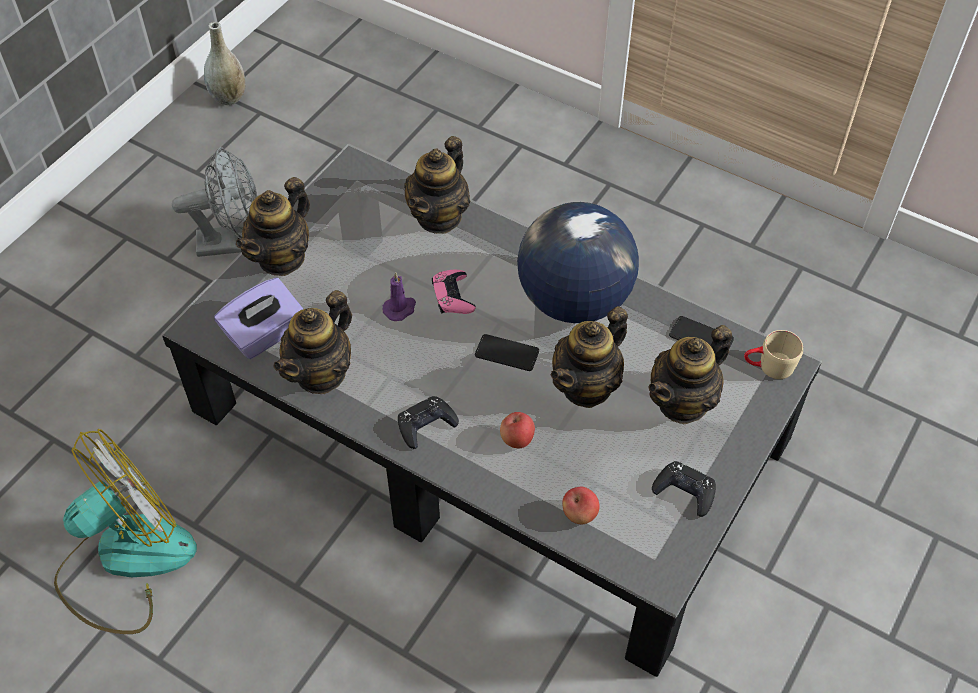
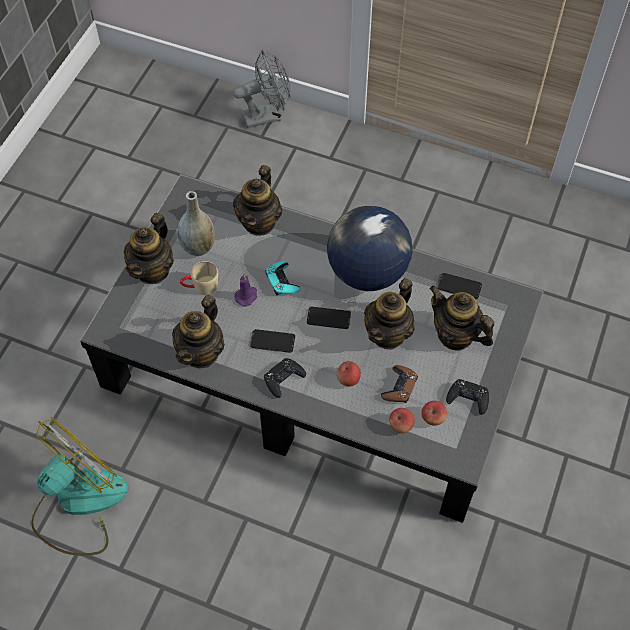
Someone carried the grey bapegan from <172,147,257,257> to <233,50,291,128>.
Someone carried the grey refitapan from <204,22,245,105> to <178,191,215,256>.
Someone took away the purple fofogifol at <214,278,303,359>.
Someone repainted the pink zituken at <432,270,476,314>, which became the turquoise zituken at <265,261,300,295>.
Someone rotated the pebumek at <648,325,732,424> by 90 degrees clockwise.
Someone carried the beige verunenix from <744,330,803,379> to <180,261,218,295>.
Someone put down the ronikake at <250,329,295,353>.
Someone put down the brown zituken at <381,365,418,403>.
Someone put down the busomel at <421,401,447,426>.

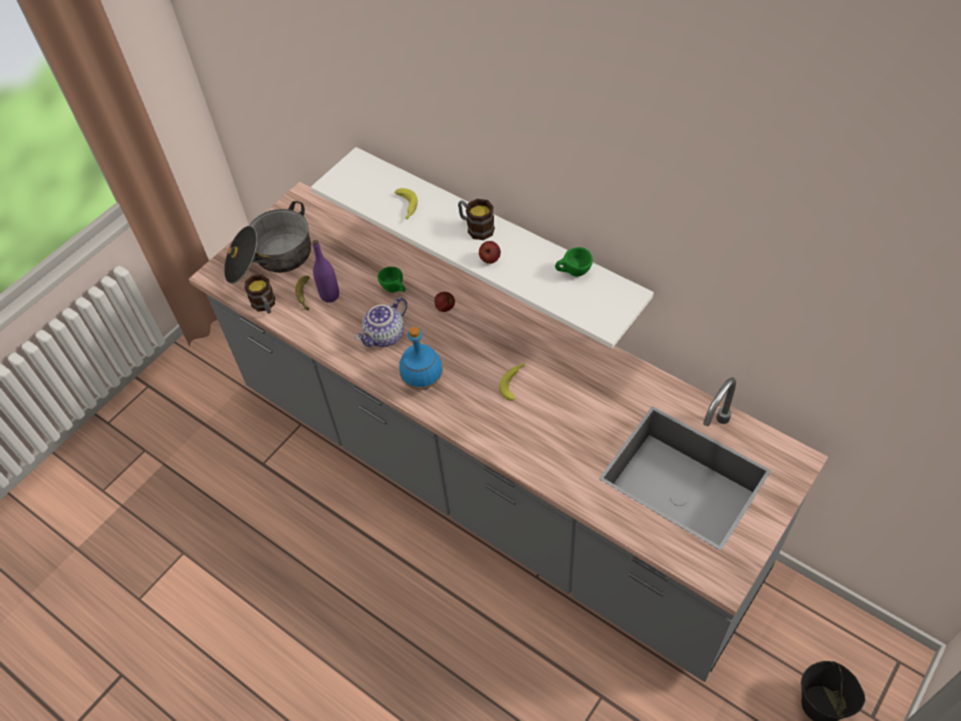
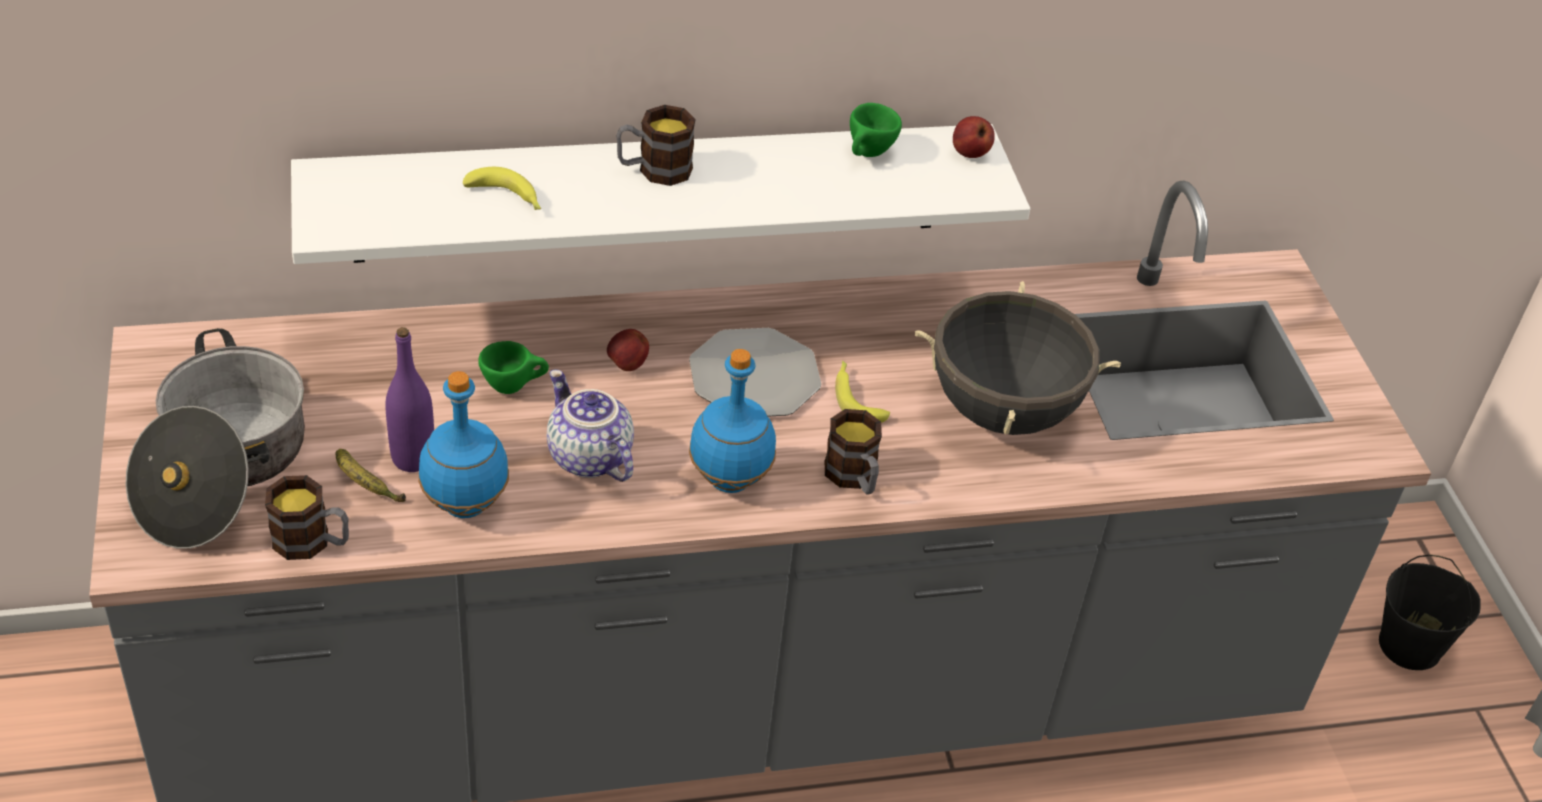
Someone rotated the pebumek at <355,297,407,347> by 150 degrees clockwise.
Someone carried the busomel from <479,241,501,264> to <953,116,995,158>.
Someone put down the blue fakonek at <419,371,509,518>.
Someone put down the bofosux at <689,328,821,417>.
Someone put down the verunenix at <825,409,882,495>.
Someone put down the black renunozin at <915,281,1121,435>.

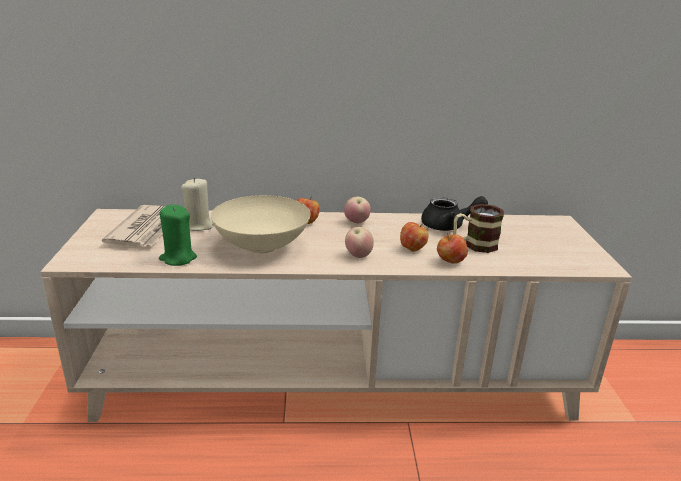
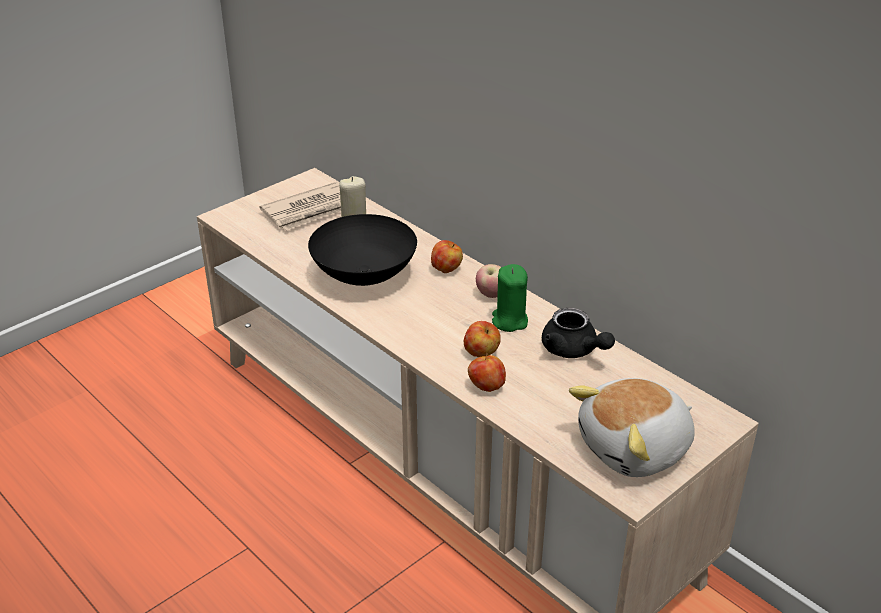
Someone carried the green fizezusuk from <159,204,197,266> to <492,264,528,332>.
Someone repainted the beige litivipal at <211,195,310,253>, which became the black litivipal at <308,214,417,286>.
Someone took away the busomel at <345,227,374,258>.
Someone took away the verunenix at <453,204,504,253>.
Someone put down the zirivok at <569,378,695,477>.

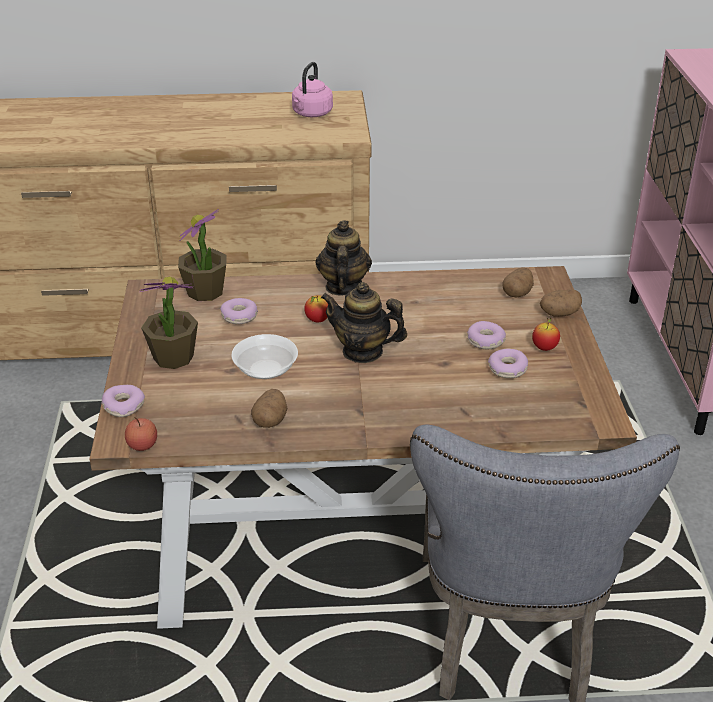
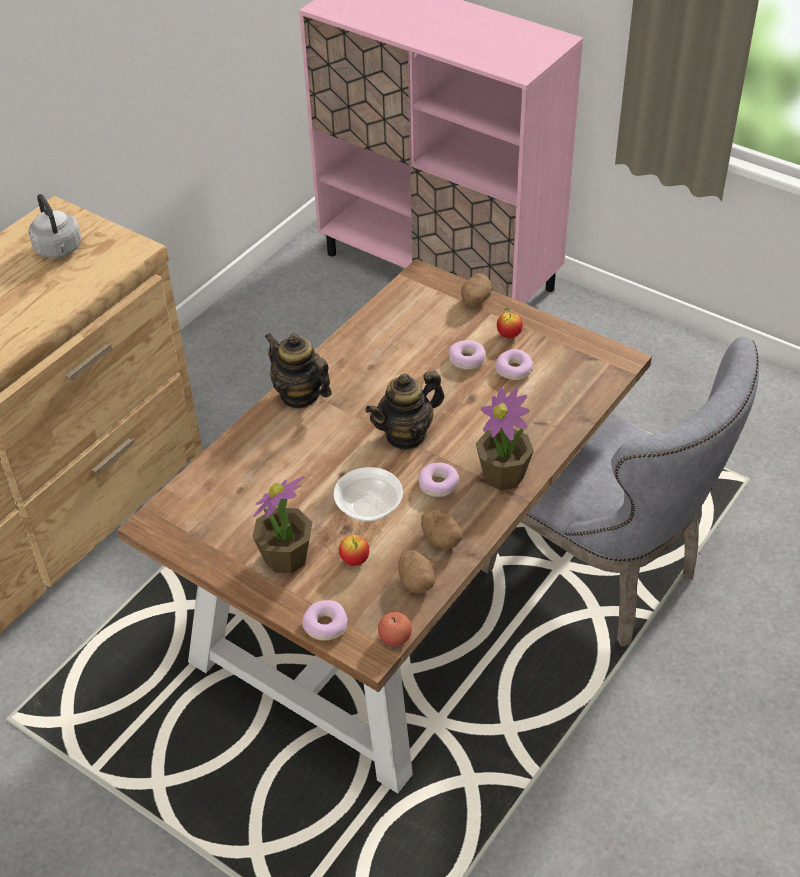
Someone carried the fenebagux from <178,209,226,301> to <476,387,534,490>.
Someone carried the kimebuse from <220,298,258,324> to <418,463,459,497>.
Someone repainted the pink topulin at <292,62,333,117>, which became the grey topulin at <29,194,81,258>.
Someone carried the busomel from <304,295,328,322> to <339,535,369,566>.
Someone carried the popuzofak from <502,267,534,298> to <398,550,435,594>.

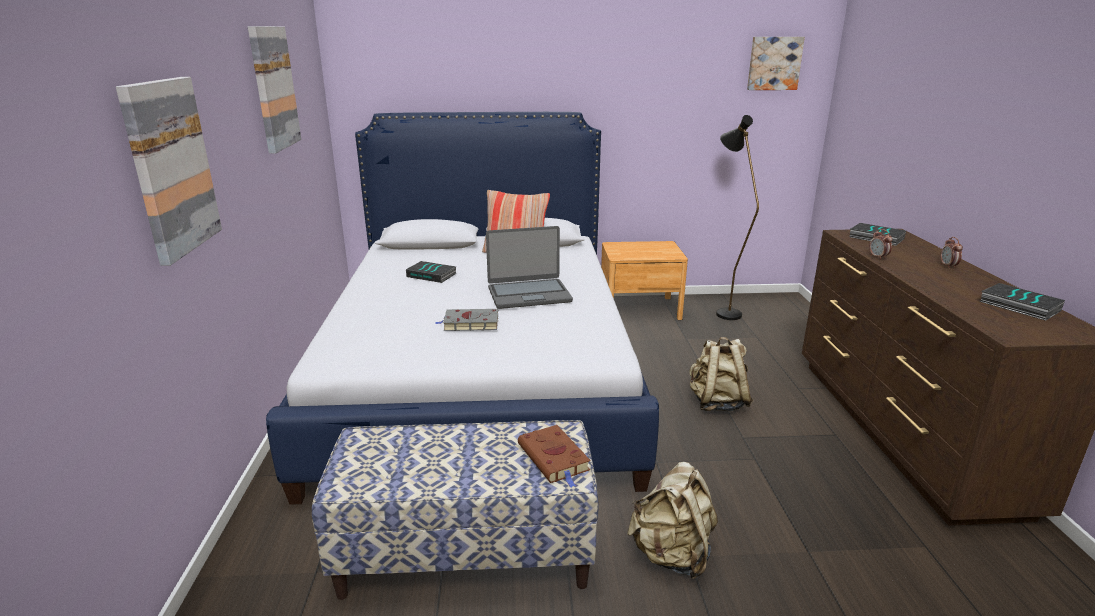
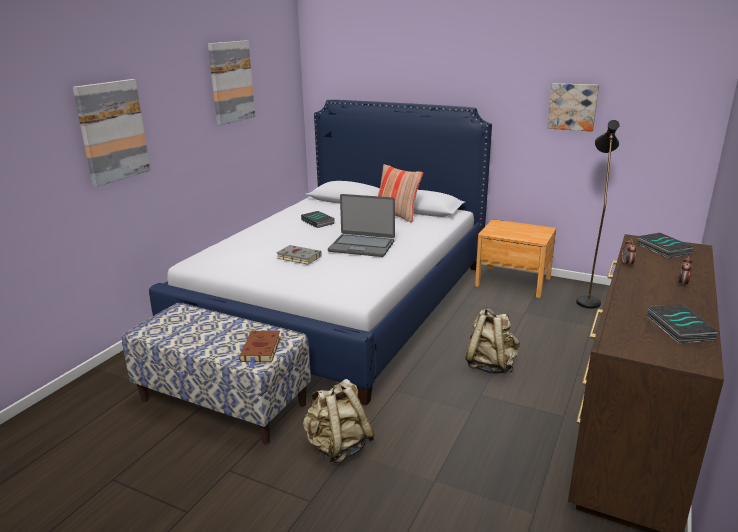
Someone carried the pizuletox from <747,37,805,90> to <547,83,599,132>.

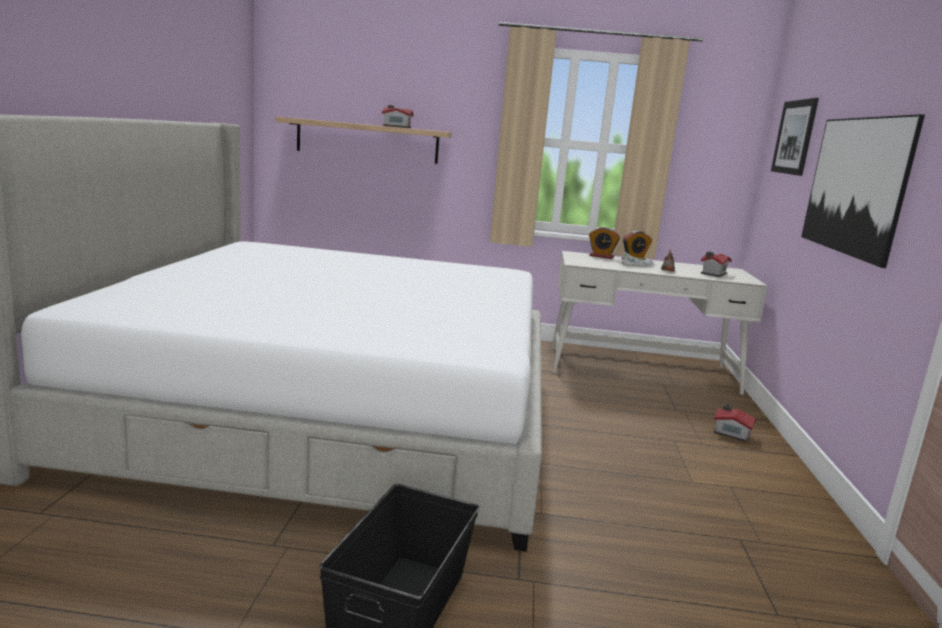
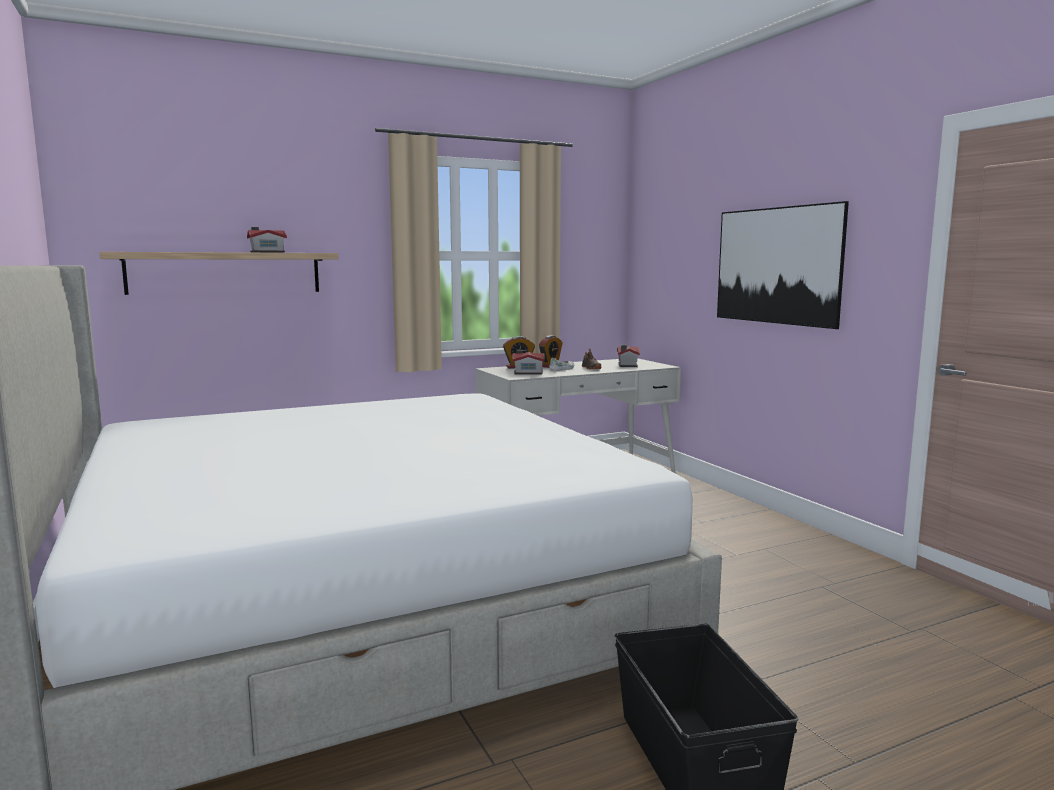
Someone carried the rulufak from <714,404,757,442> to <512,349,545,374>.
Someone took away the pizuletox at <771,98,819,176>.

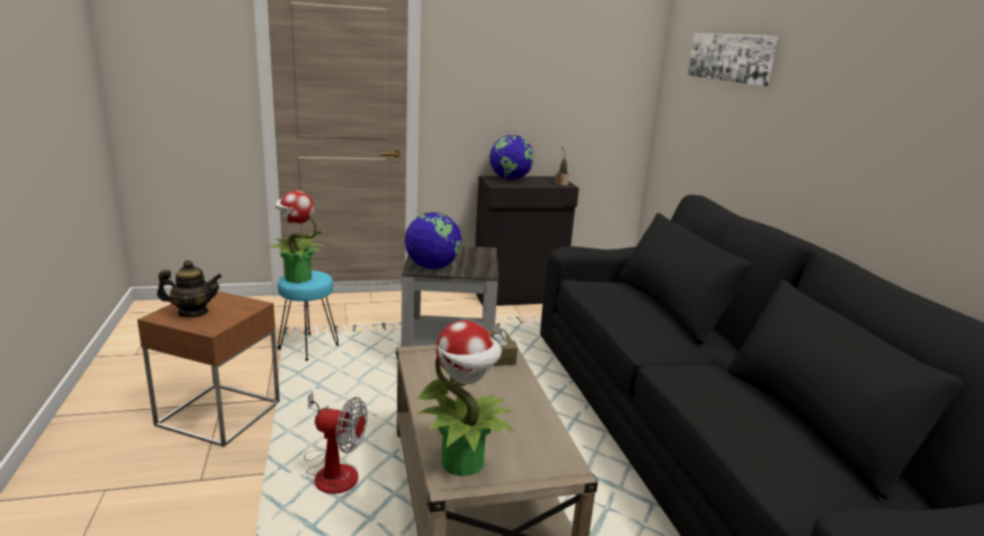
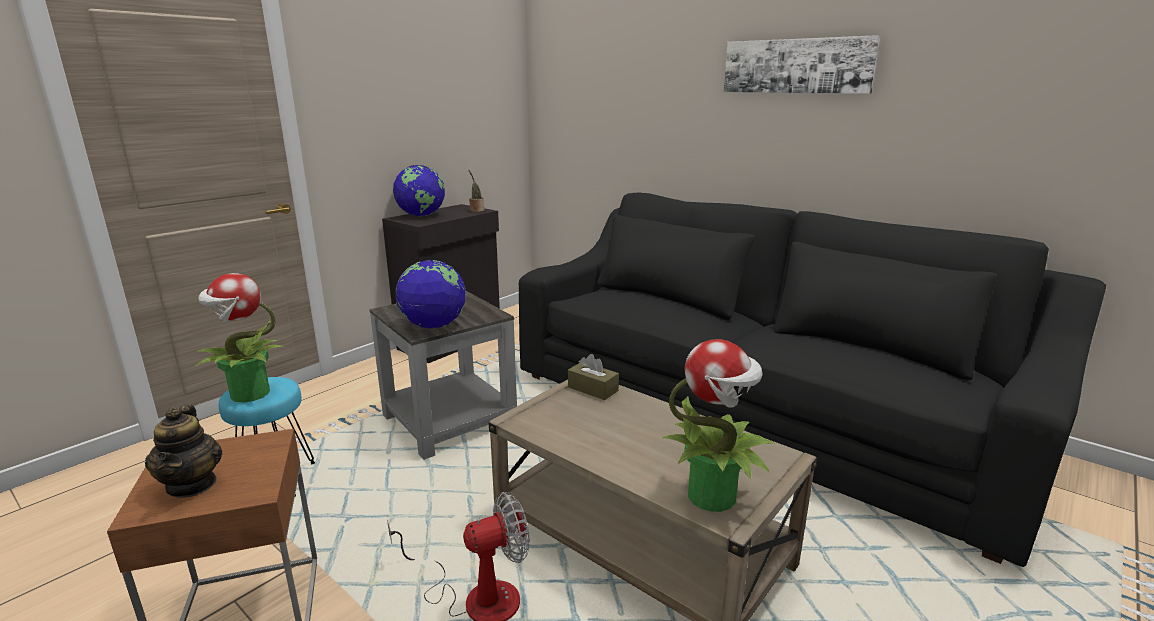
Someone rotated the pebumek at <157,260,222,317> by 120 degrees clockwise.
Someone carried the pizuletox from <688,33,778,86> to <724,35,881,94>.

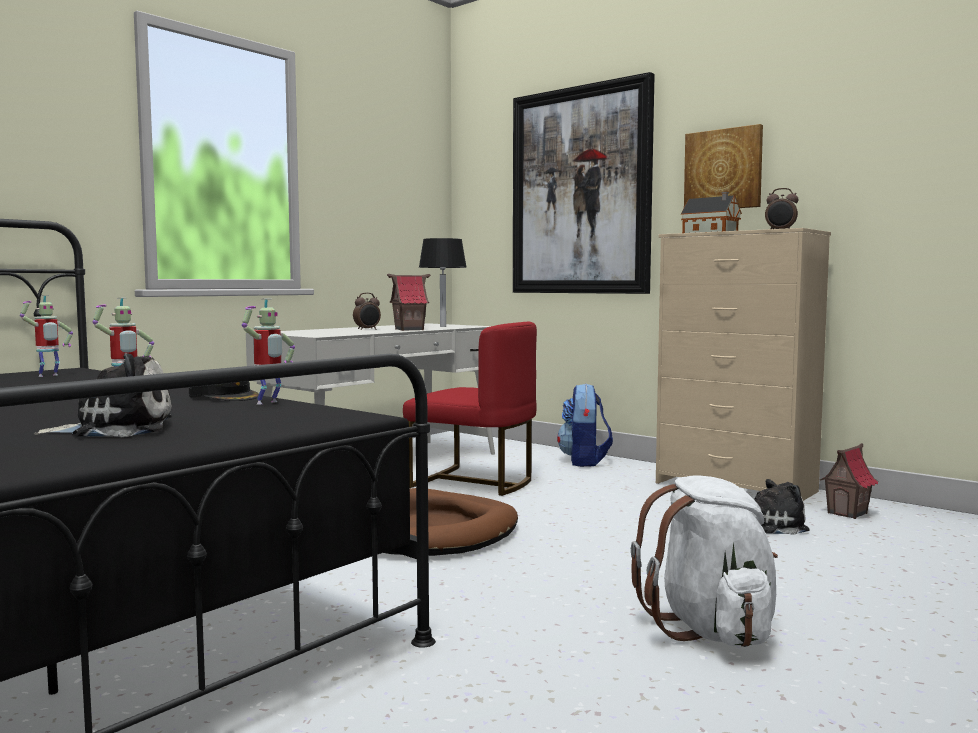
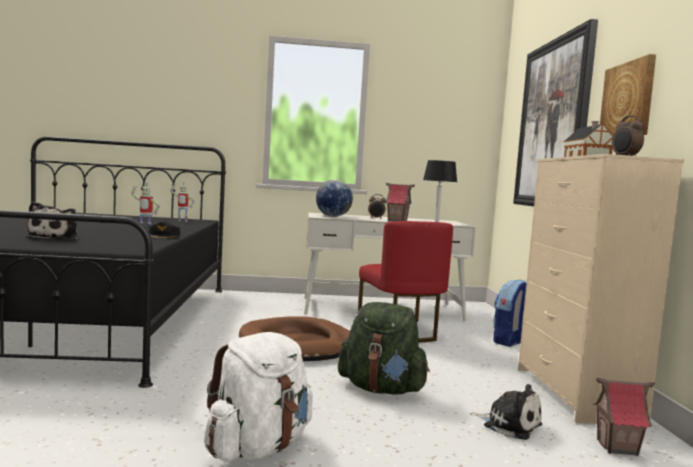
Someone rotated the zirivok at <34,353,173,437> by 60 degrees clockwise.
Someone took away the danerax at <242,299,295,405>.
Someone put down the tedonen at <316,180,353,217>.
Someone put down the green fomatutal at <338,302,430,395>.

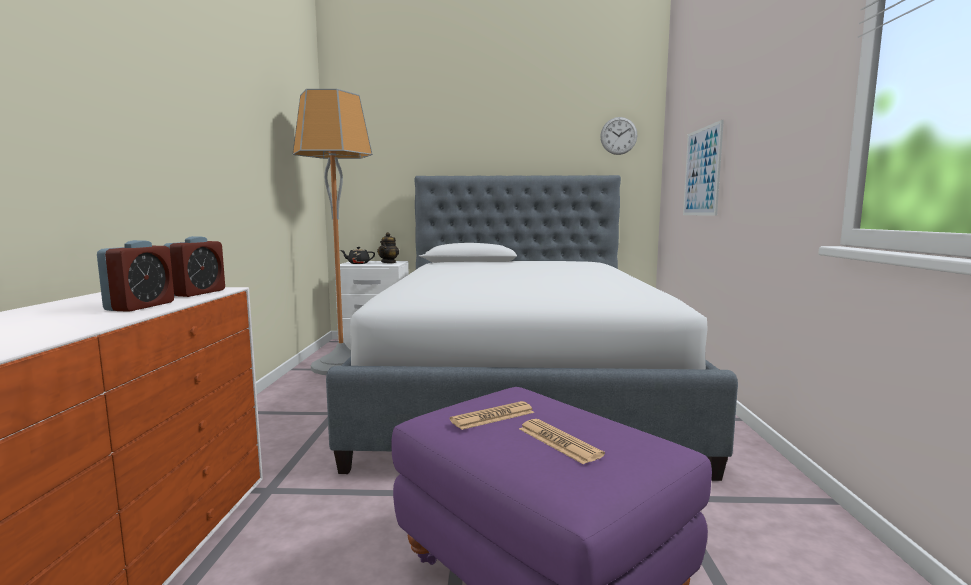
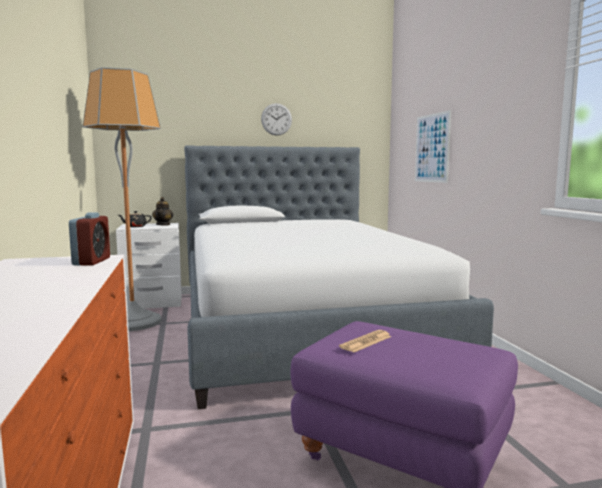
Someone took away the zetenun at <97,240,174,312>.
Someone took away the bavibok at <519,419,605,465>.
Someone carried the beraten from <600,117,637,155> to <261,103,292,136>.

